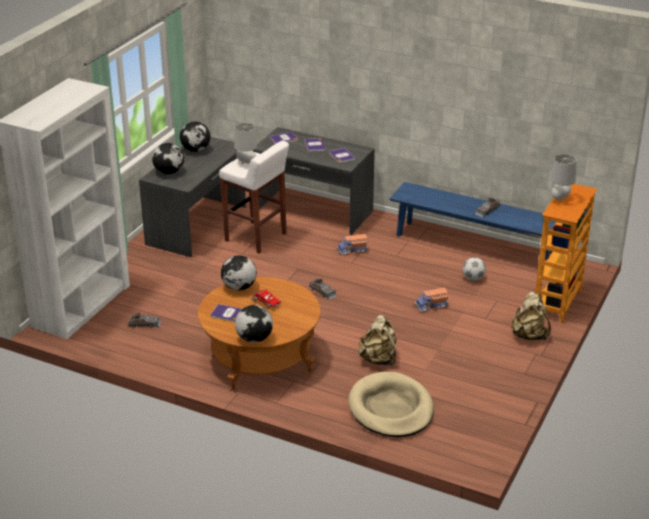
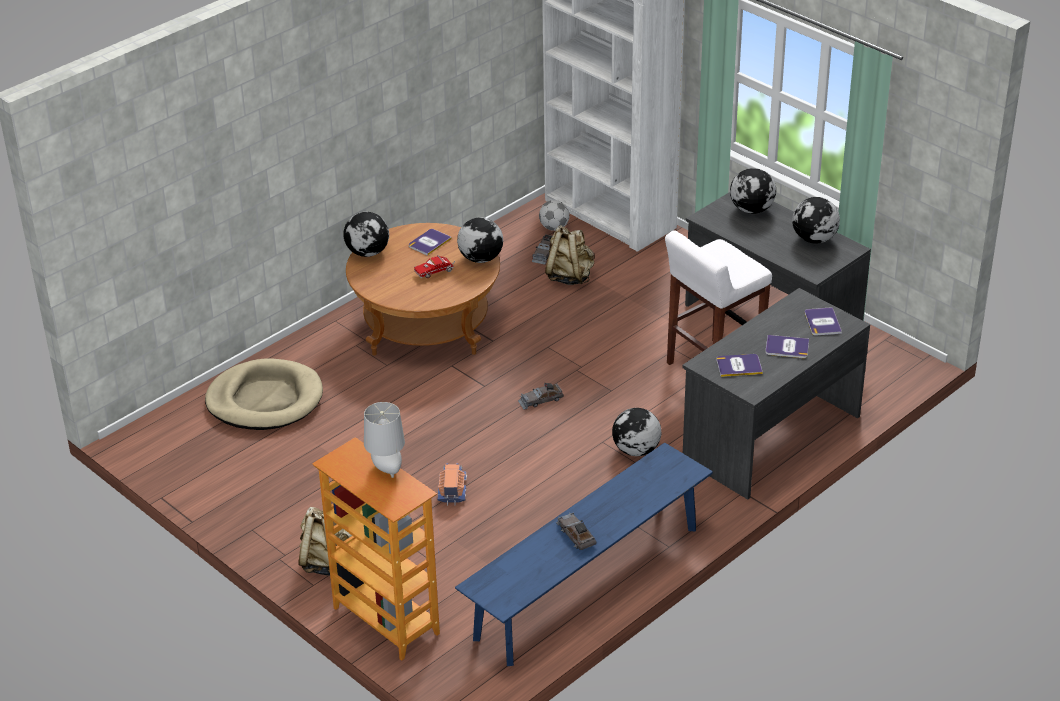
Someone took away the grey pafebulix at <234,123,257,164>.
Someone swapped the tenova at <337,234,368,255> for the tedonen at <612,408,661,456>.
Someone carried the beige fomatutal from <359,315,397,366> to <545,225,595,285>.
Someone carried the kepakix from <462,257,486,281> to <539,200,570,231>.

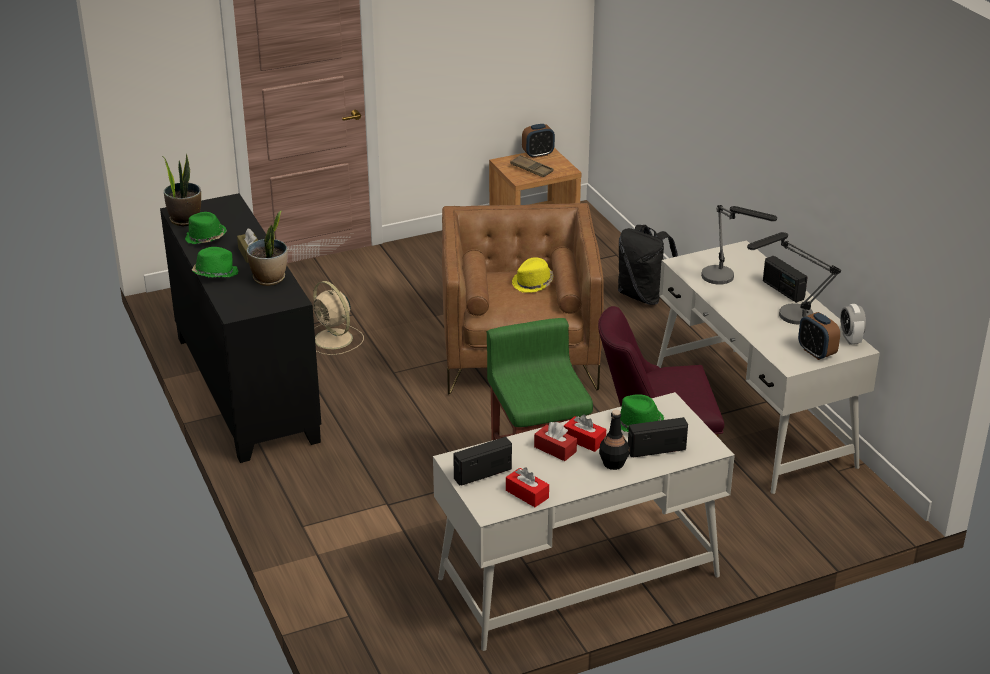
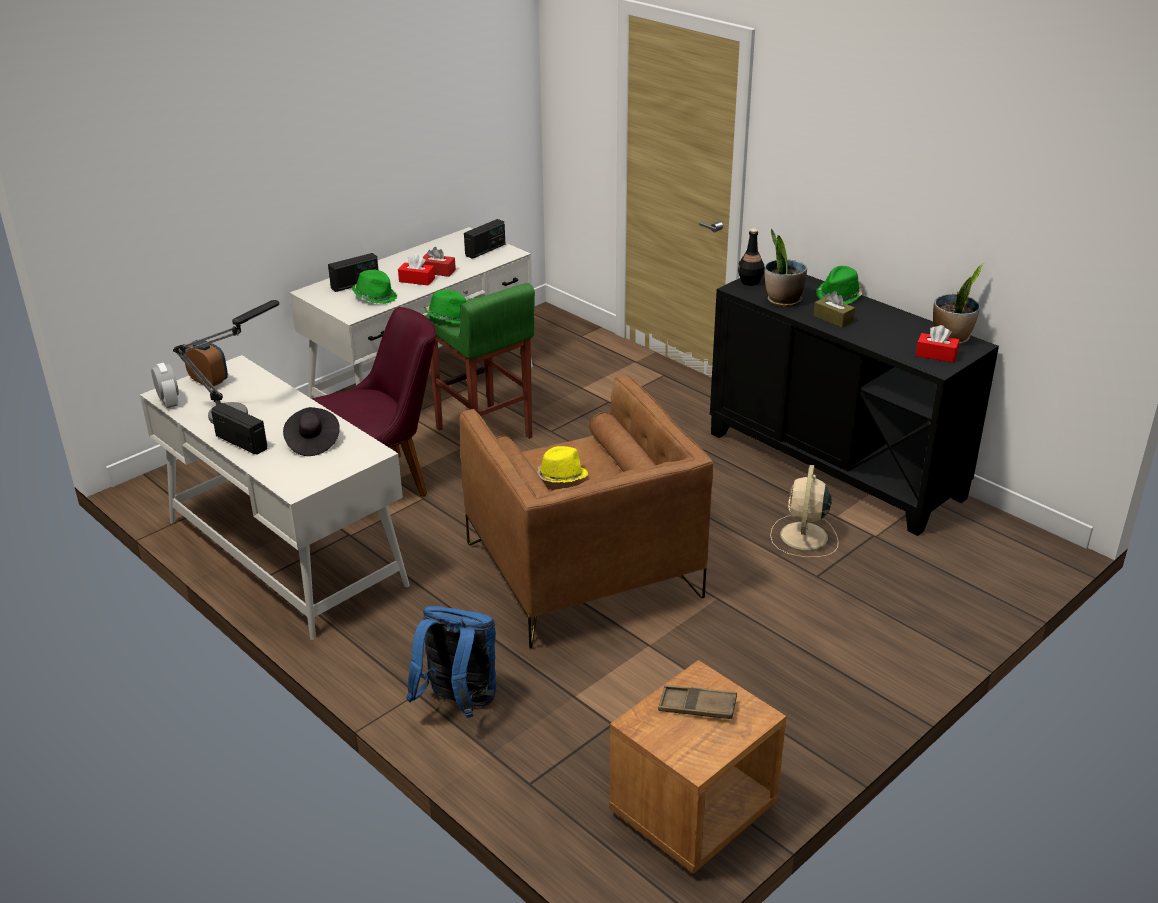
Someone carried the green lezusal from <185,212,227,244> to <425,290,466,323>.
Someone rotated the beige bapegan at <313,281,364,355> by 105 degrees counterclockwise.
Someone carried the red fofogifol from <506,468,549,507> to <916,325,960,363>.
Someone took away the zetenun at <522,124,555,158>.
Someone carried the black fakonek from <599,410,629,470> to <738,228,764,286>.
Someone repainted the black fomatutal at <618,225,678,305>, which became the blue fomatutal at <406,606,497,718>.
Someone swapped the pafebulix at <701,205,777,285> for the black lezusal at <283,407,340,456>.

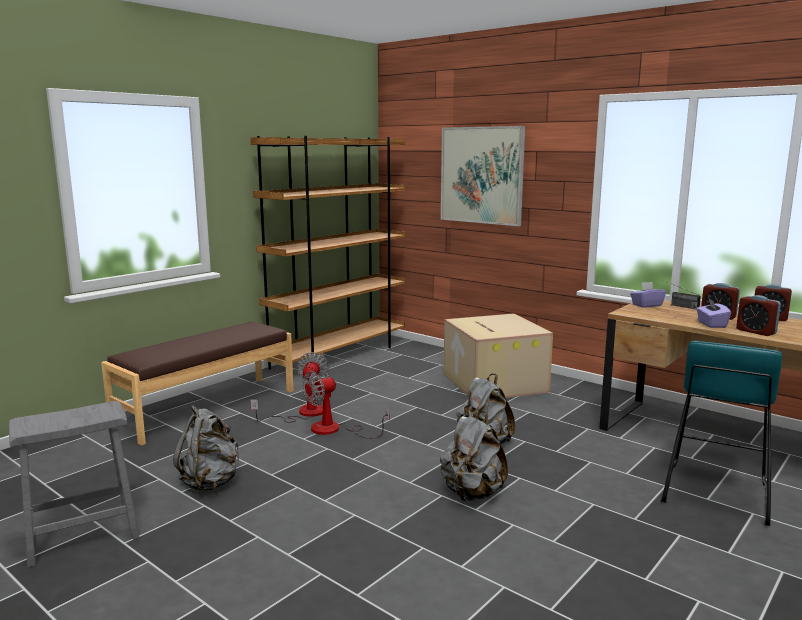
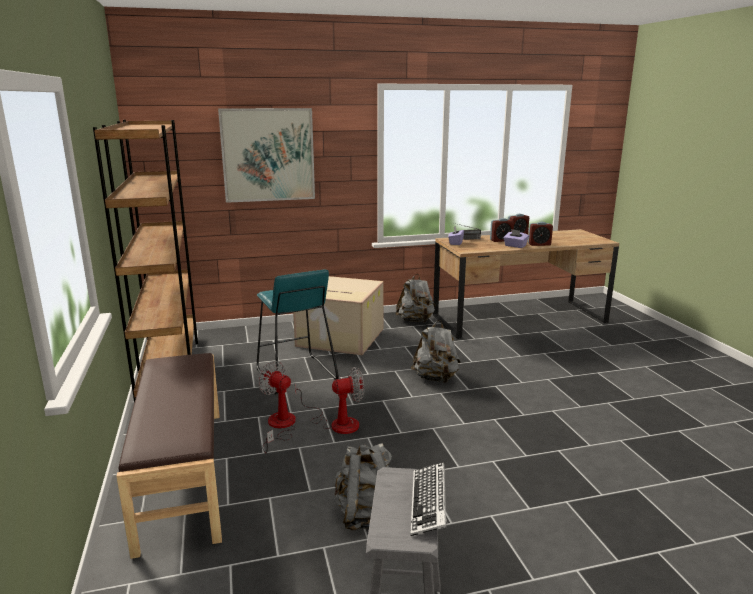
Someone rotated the bapegan at <303,371,390,439> by 105 degrees counterclockwise.
Someone carried the grey fomatutal from <440,411,508,501> to <395,274,436,323>.
Someone carried the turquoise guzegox from <661,341,782,526> to <257,269,339,394>.
Someone put down the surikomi at <410,463,447,536>.

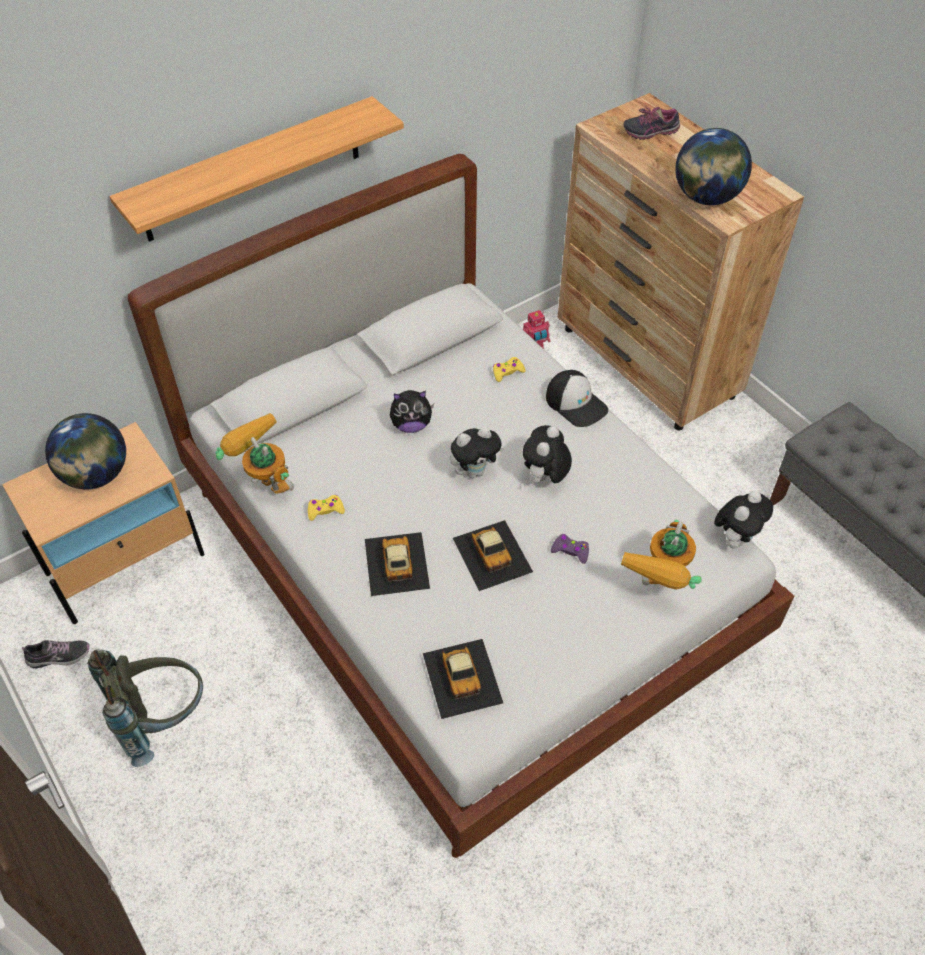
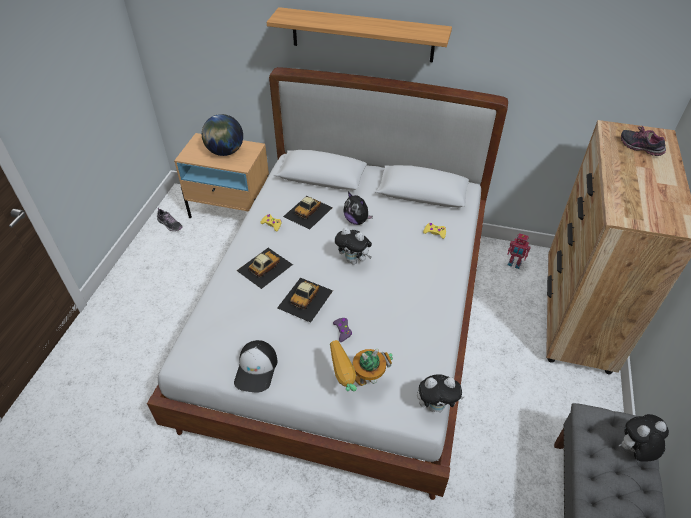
Someone took away the grey fomatutal at <87,649,203,767>.
Someone took away the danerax at <215,413,294,494>.
Someone carried the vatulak from <423,639,503,719> to <283,196,333,230>.
Someone carried the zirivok from <523,425,572,484> to <618,414,669,462>.
Someone carried the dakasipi from <546,370,608,427> to <234,340,277,392>.
Someone took away the tedonen at <675,128,752,205>.

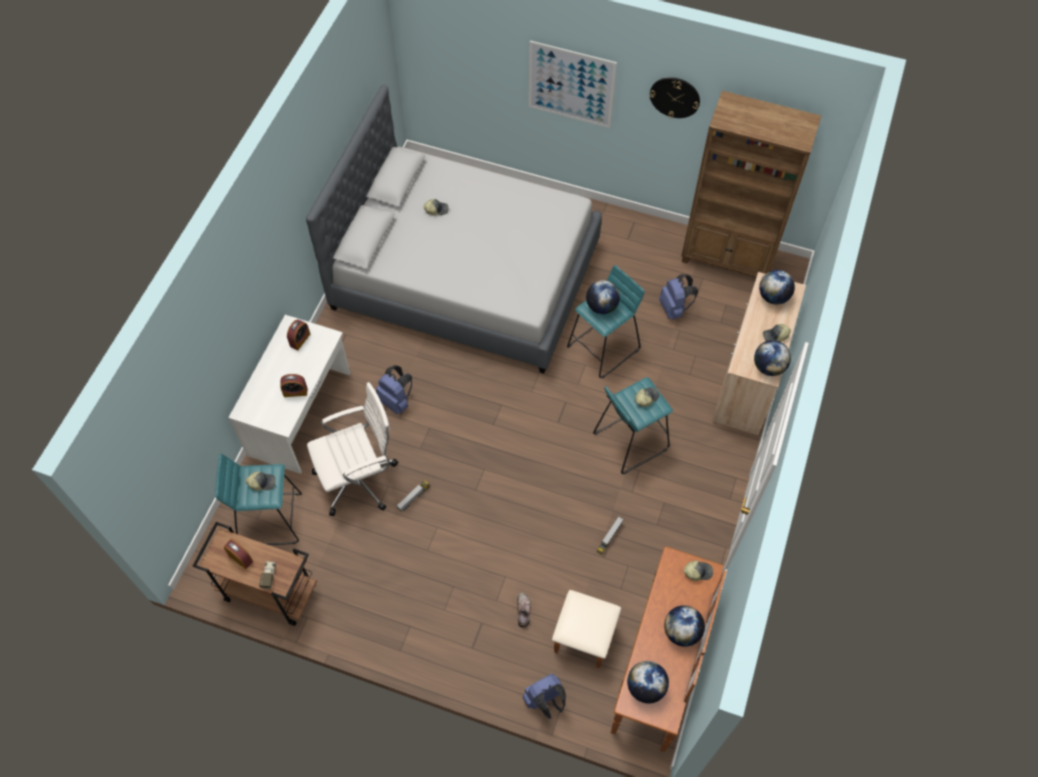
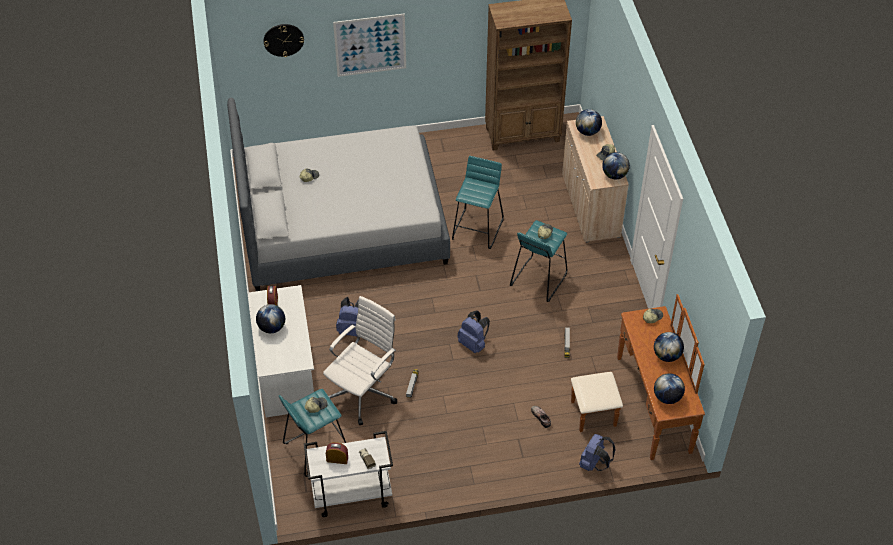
Someone repainted the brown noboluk at <193,522,317,626>, which became the white noboluk at <304,431,393,517>.
Someone took away the zetenun at <280,374,307,397>.
Someone carried the tedonen from <586,280,620,314> to <256,304,285,333>.
Someone carried the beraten from <650,77,700,118> to <263,24,304,57>.
Someone carried the blue fomatutal from <659,274,698,320> to <457,311,490,353>.

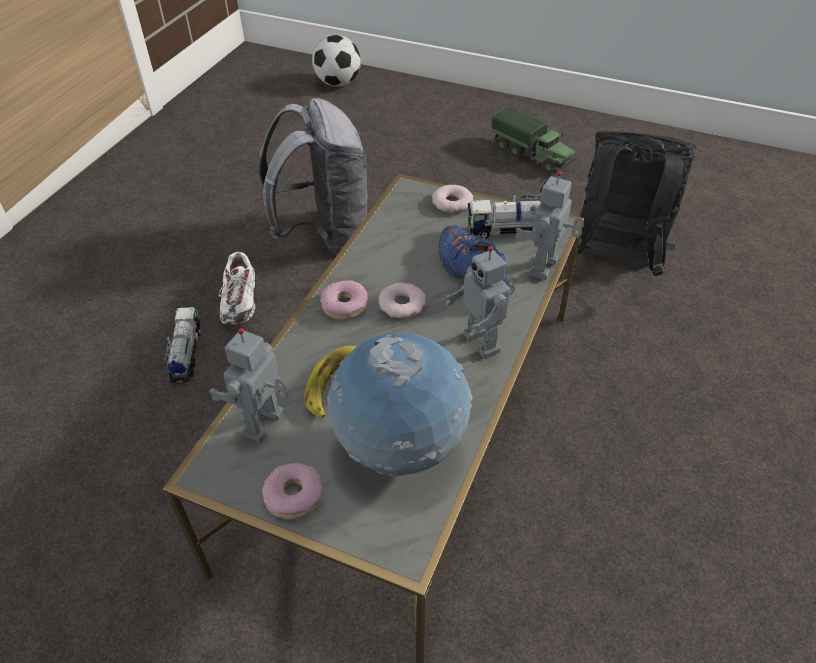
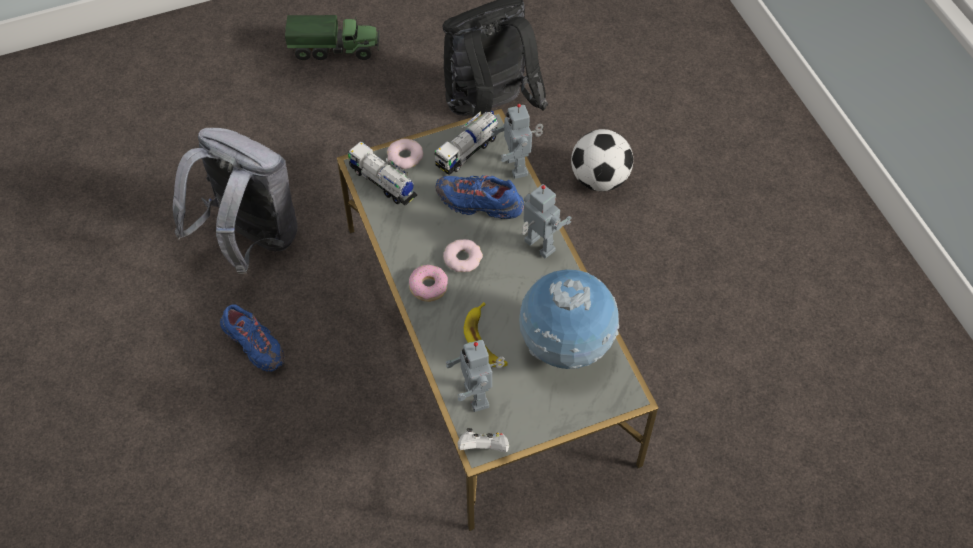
Someone carried the tenova from <164,307,201,382> to <348,142,418,206>.
Someone repainted the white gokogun at <219,252,256,325>, which became the blue gokogun at <220,304,285,372>.
Someone took away the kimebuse at <262,463,323,520>.
Someone carried the kepakix from <312,35,361,87> to <571,129,633,191>.
Someone rotated the danerax at <446,246,517,359> by 150 degrees counterclockwise.
Someone put down the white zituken at <458,428,509,453>.

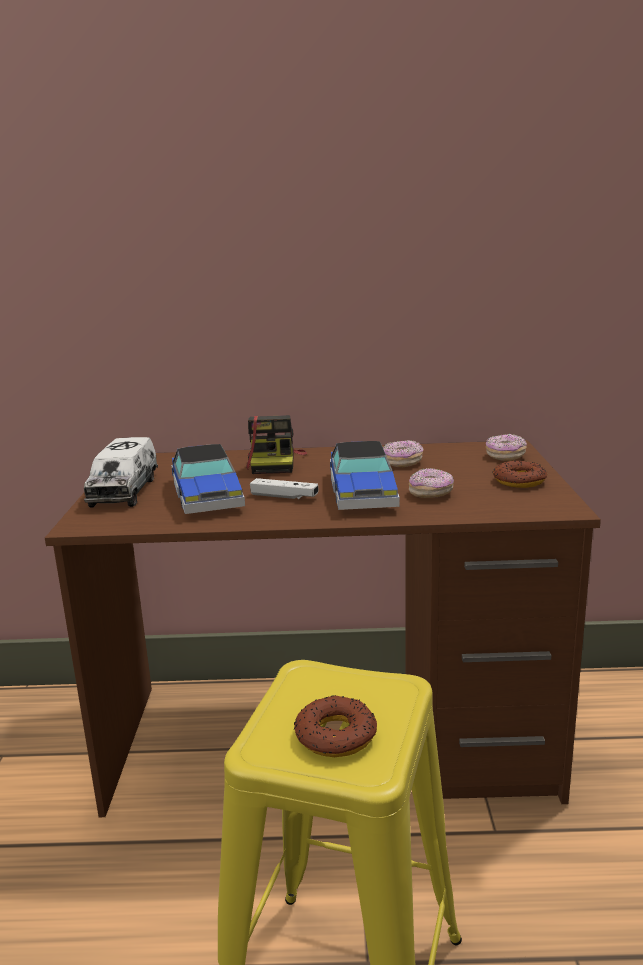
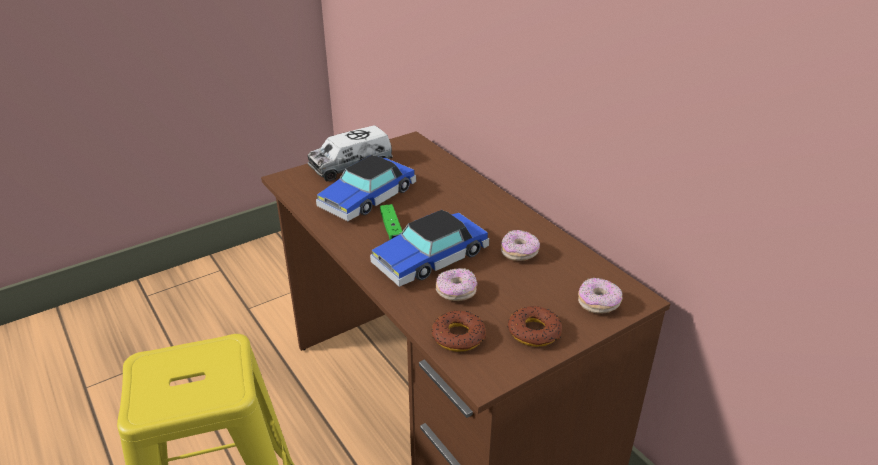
Someone took away the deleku at <246,415,307,474>.
Someone repainted the white zituken at <250,478,319,499>, which became the green zituken at <380,204,402,240>.
Someone carried the kimebuse from <294,695,377,757> to <432,310,486,352>.

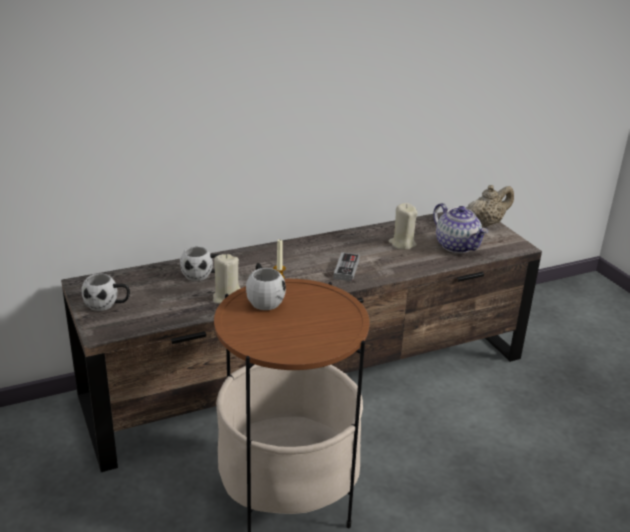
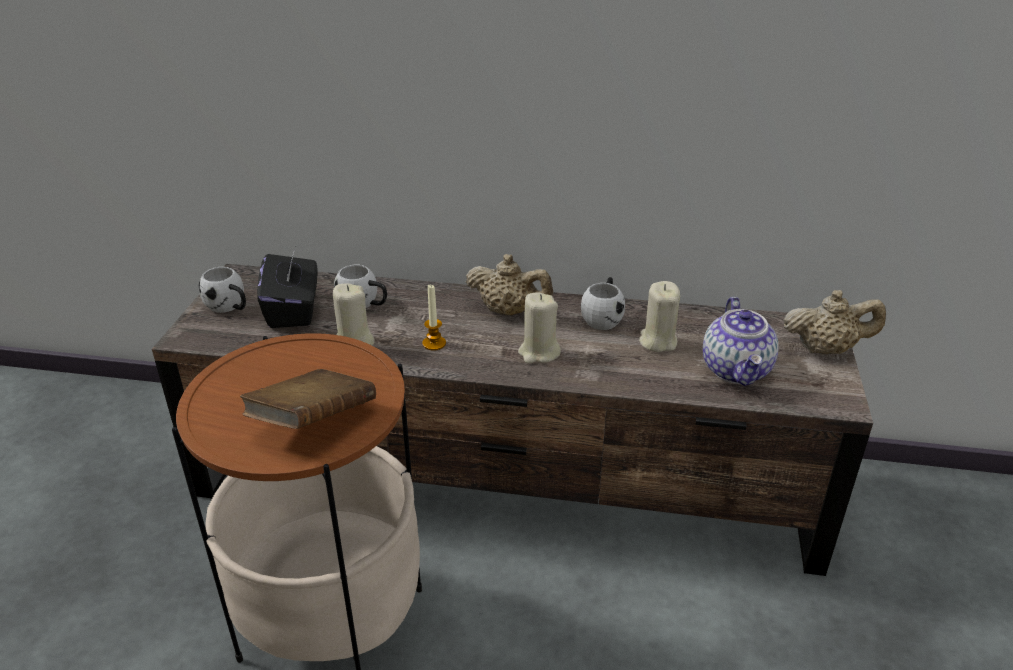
Someone carried the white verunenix from <246,263,286,310> to <581,277,625,330>.
Someone swapped the zituken at <333,252,360,281> for the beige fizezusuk at <518,292,561,363>.
Someone put down the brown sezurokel at <240,369,376,429>.
Someone put down the black fofogifol at <257,247,318,328>.
Someone put down the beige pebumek at <466,254,553,316>.

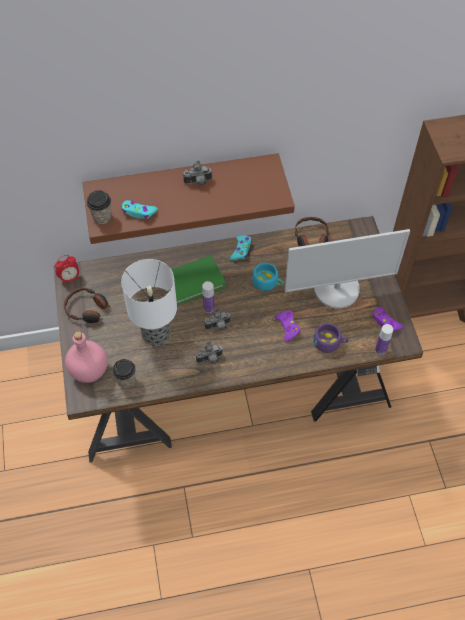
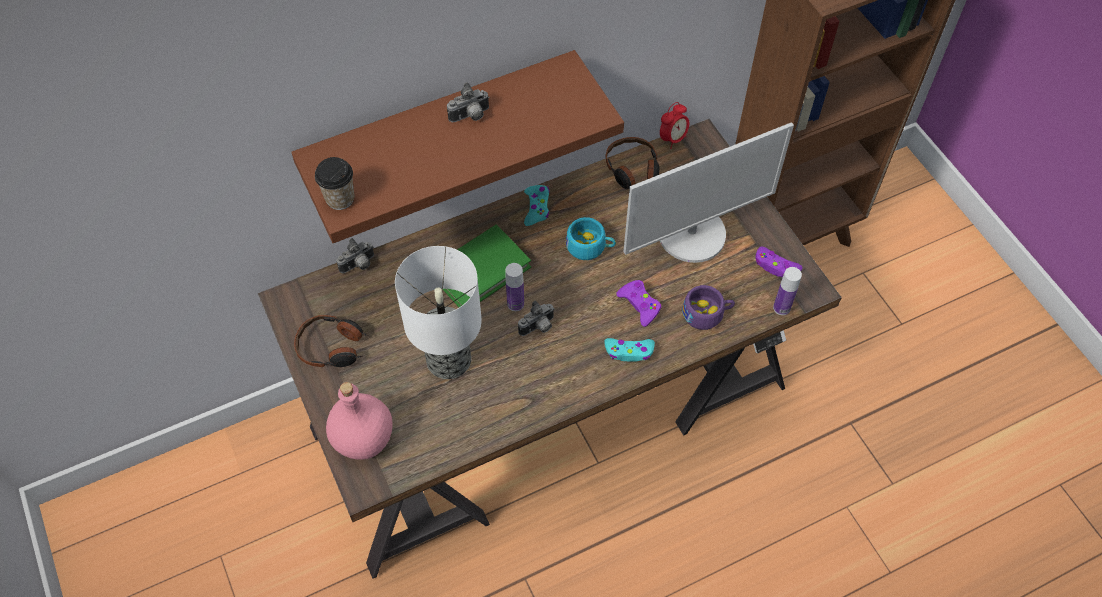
Someone carried the zetenun from <55,255,80,285> to <660,102,689,149>.
Someone took away the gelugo at <112,359,135,388>.
Someone carried the turquoise zituken from <122,200,158,219> to <605,338,655,362>.
Someone carried the deleku from <196,342,223,364> to <336,238,374,273>.

